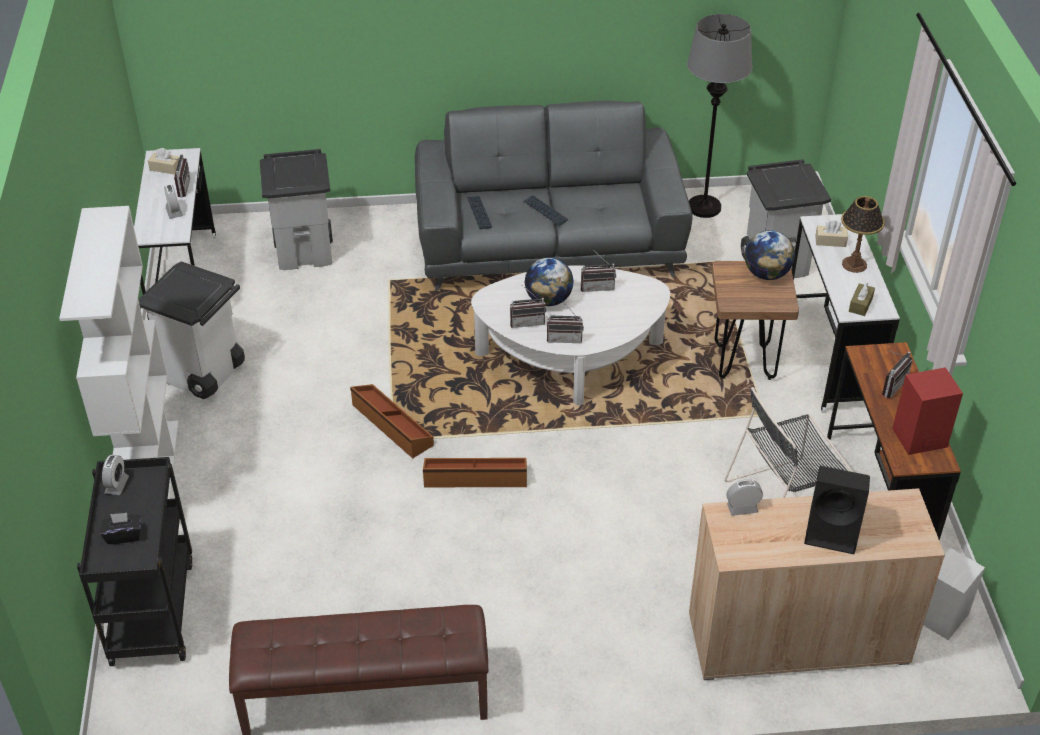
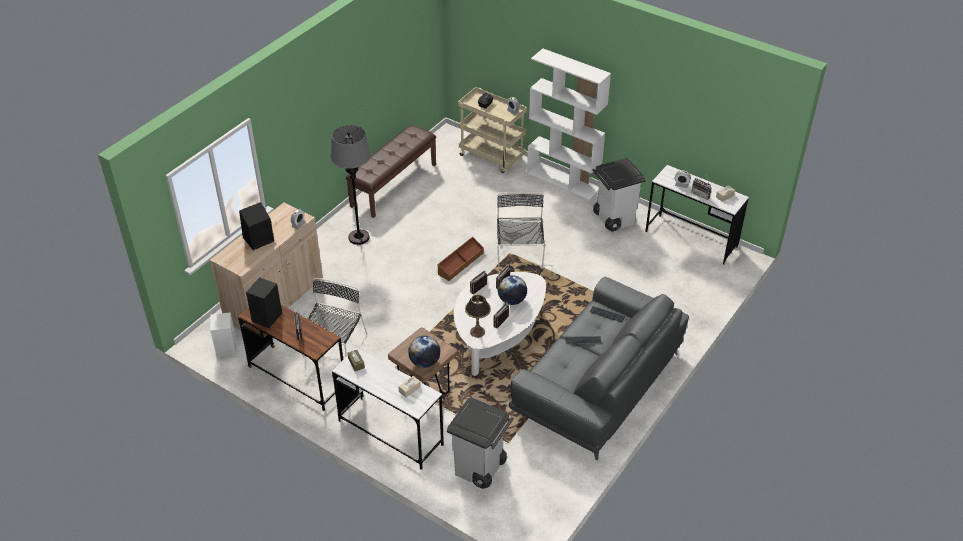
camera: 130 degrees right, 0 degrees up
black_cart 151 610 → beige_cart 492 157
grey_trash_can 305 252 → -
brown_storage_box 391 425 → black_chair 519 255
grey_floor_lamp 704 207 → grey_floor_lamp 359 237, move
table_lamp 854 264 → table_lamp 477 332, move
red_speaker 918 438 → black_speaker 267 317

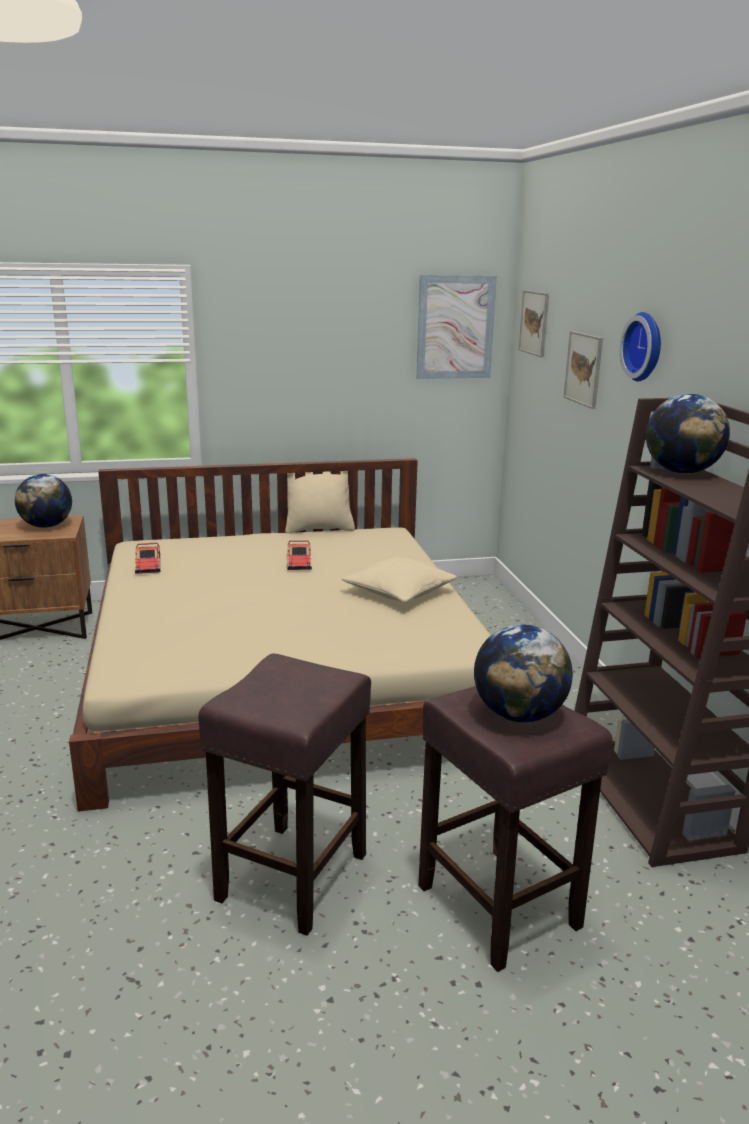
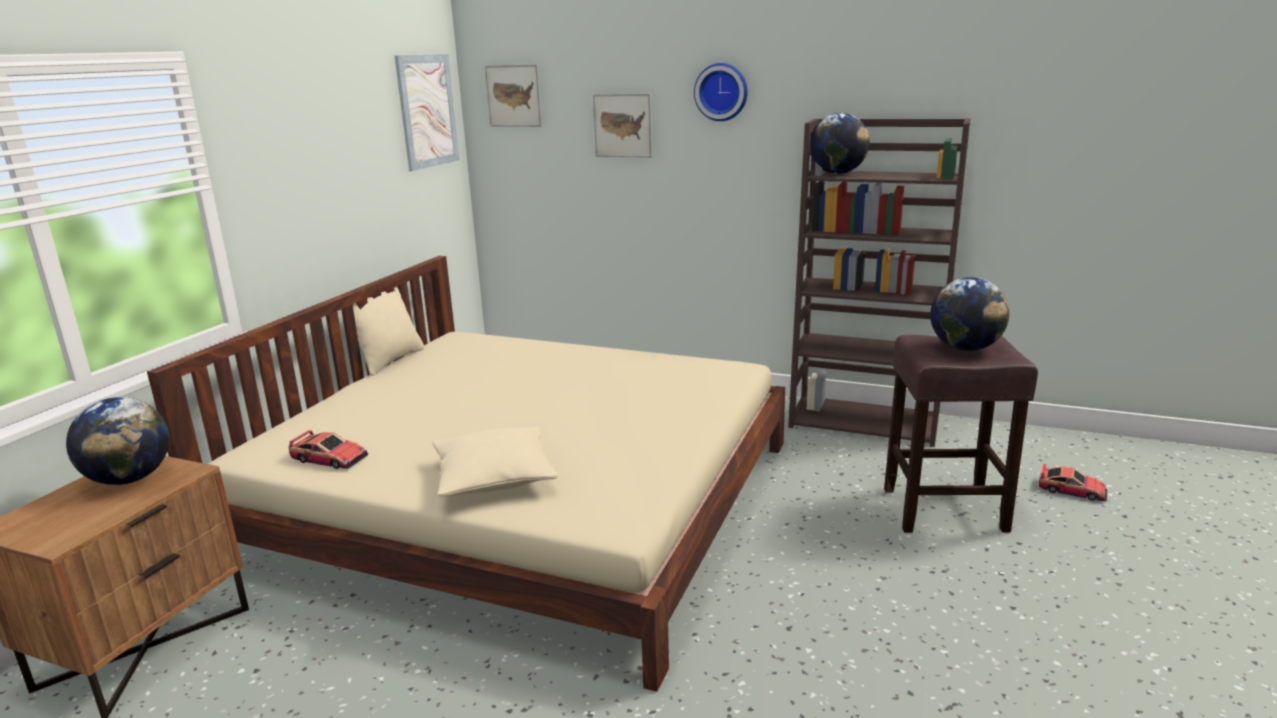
camera: 55 degrees left, 0 degrees up
brown_stool 291 878 → -
toy_car 299 562 → toy_car 1072 490, move
beige_pillow 399 592 → beige_pillow 494 477, move

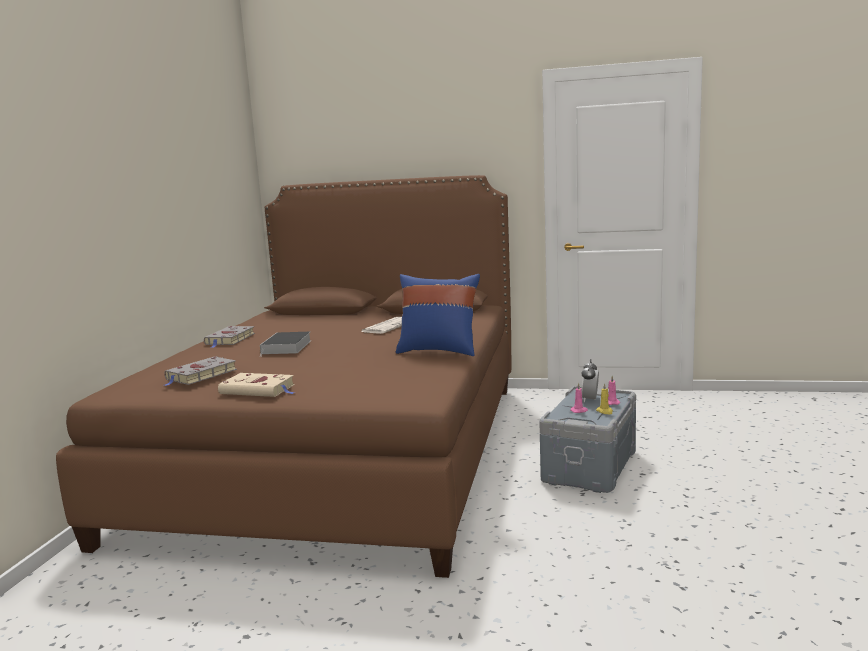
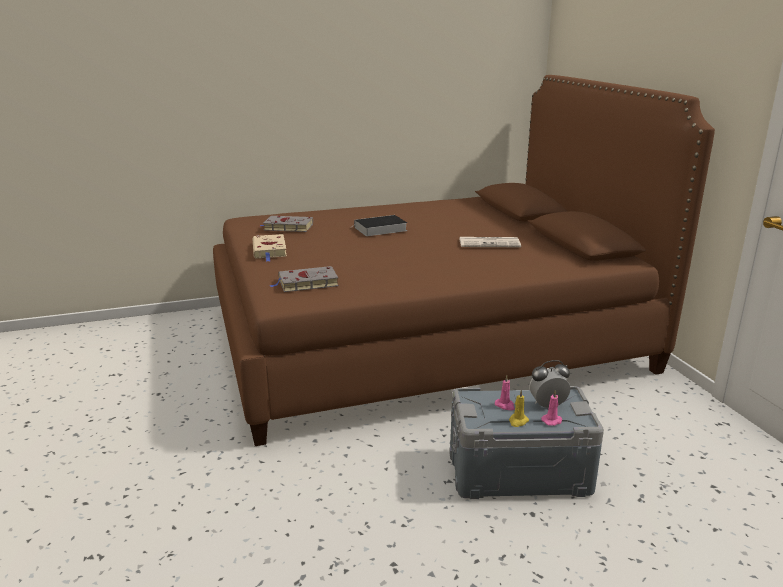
camera: 60 degrees right, 10 degrees up
grey_book 230 339 → grey_book 306 283, move
blue_pillow 439 351 → -

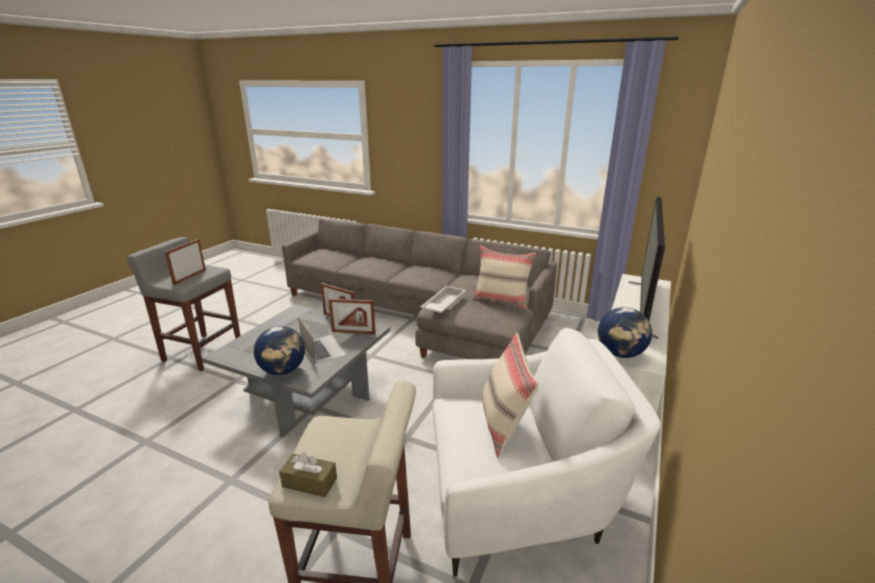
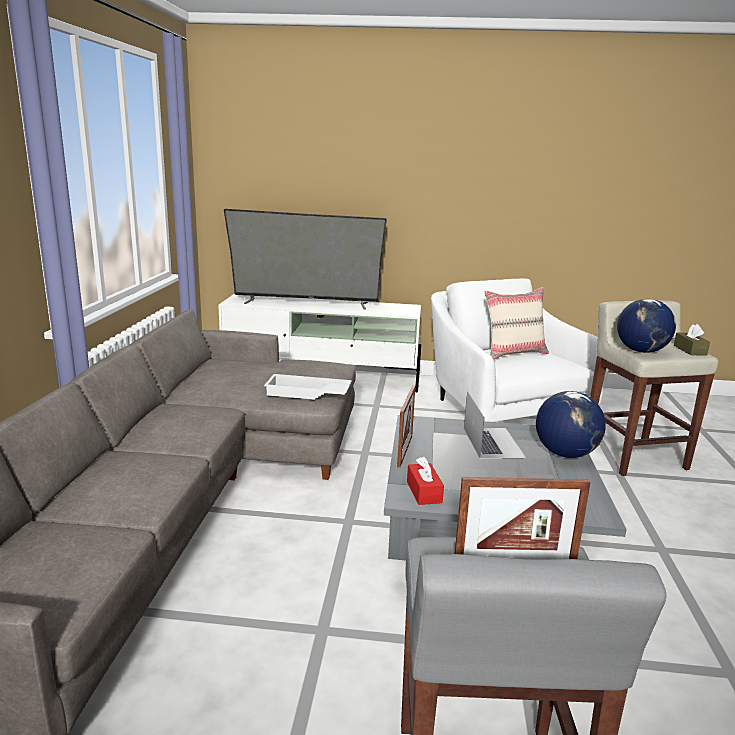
camera: 110 degrees left, 5 degrees down
laptop 323 348 → laptop 492 442, 135 degrees clockwise
picture_frame 353 332 → -
beige_pillow 501 300 → -
globe 620 354 → globe 641 351, move
- → red_tissue_box 424 492

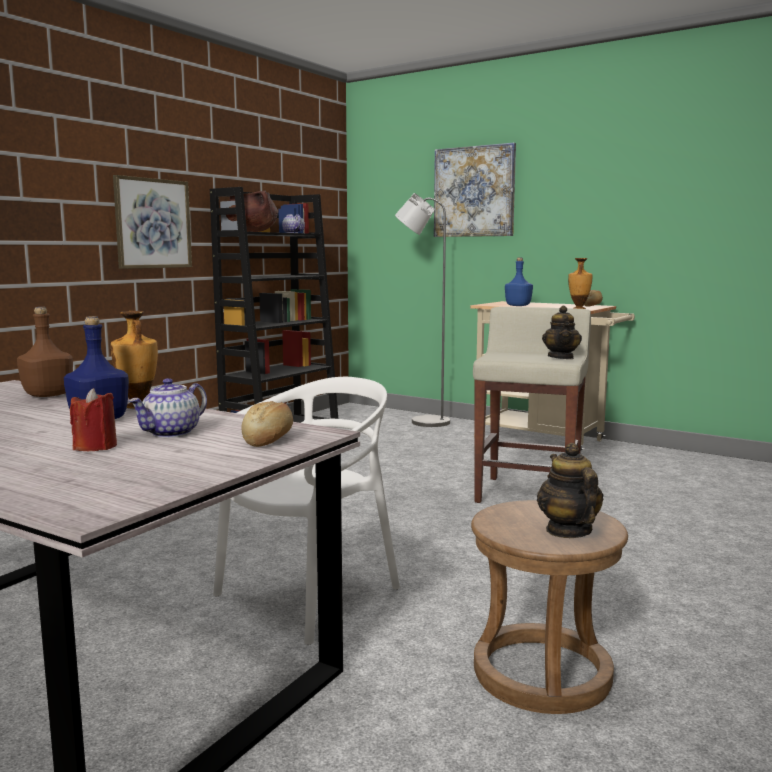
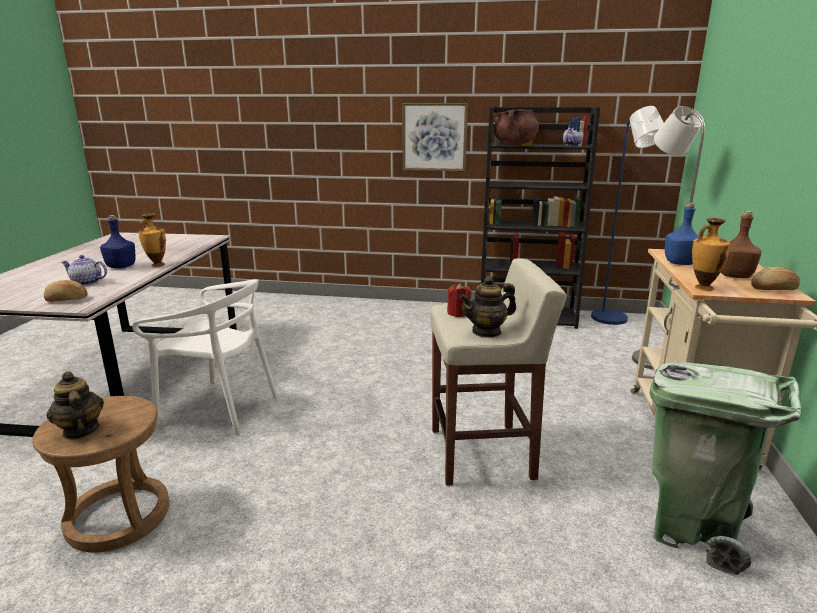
camera: 65 degrees right, 10 degrees up
brown_bottle 47 395 → brown_bottle 734 275, move
red_candle 95 447 → red_candle 458 313, move
picture 474 192 → -
teapot 568 531 → teapot 80 431, 90 degrees counterclockwise
- → blue_floor_lamp 613 320
- → green_trash_can 693 530

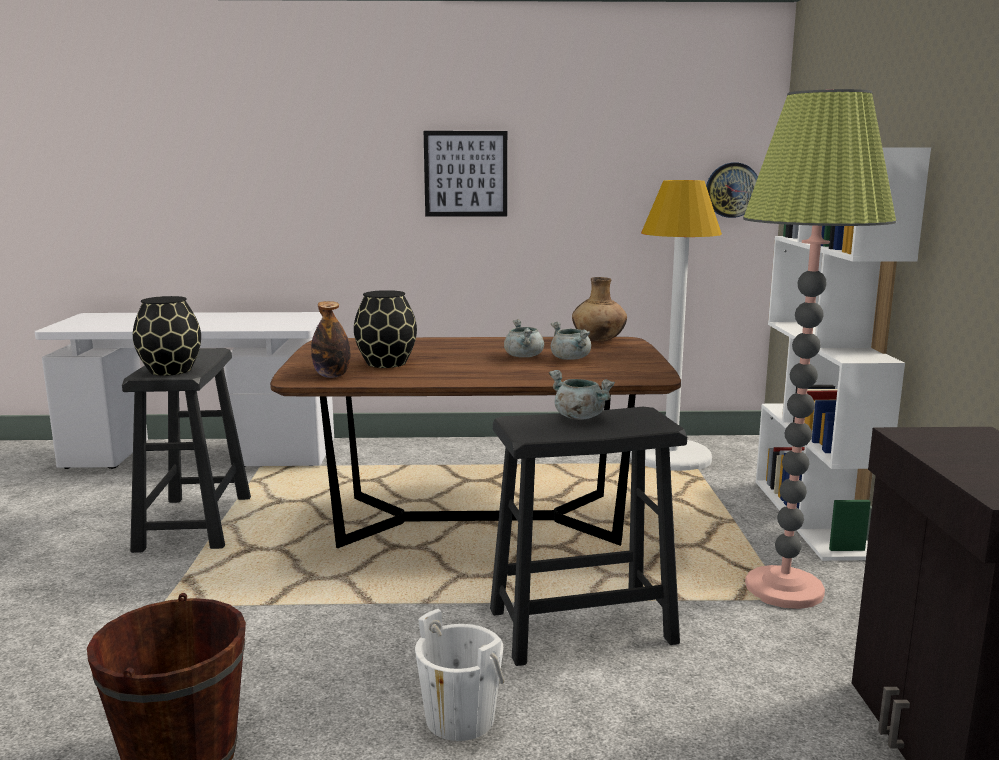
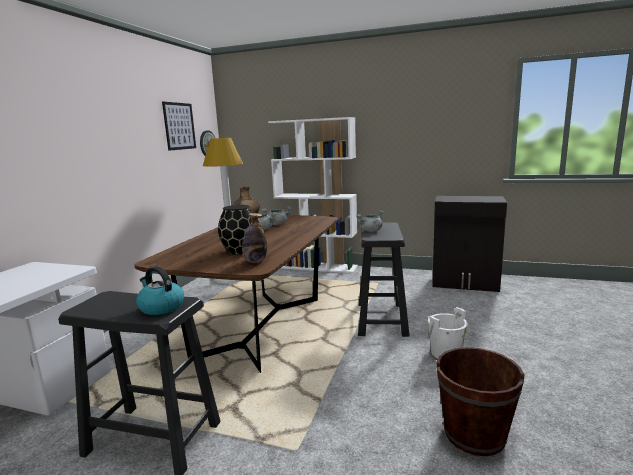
camera: 70 degrees left, 0 degrees up
black_vase 169 371 → kettle 161 307
picture 465 174 → picture 179 126, move
floor_lamp 784 589 → -

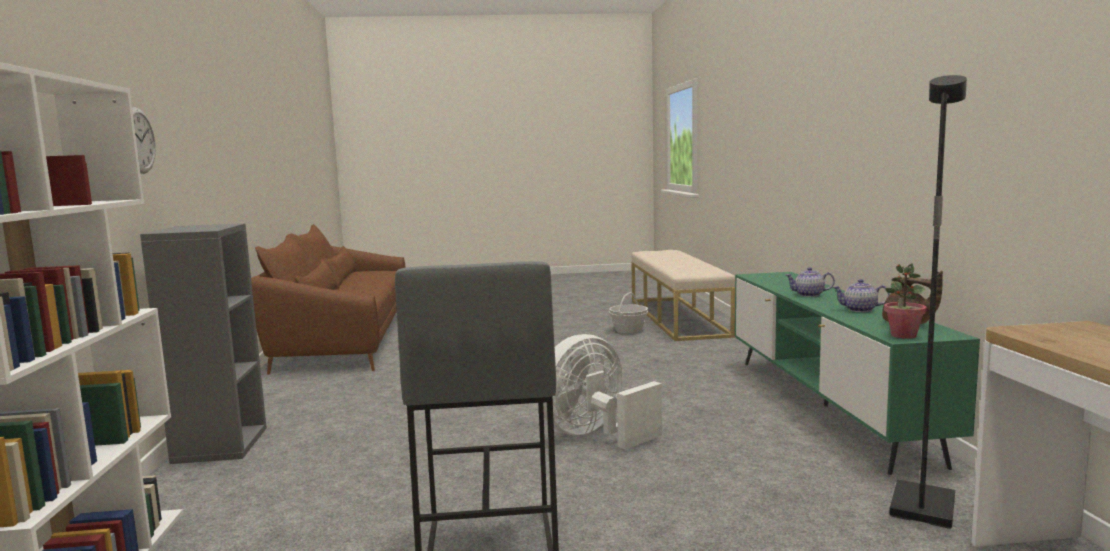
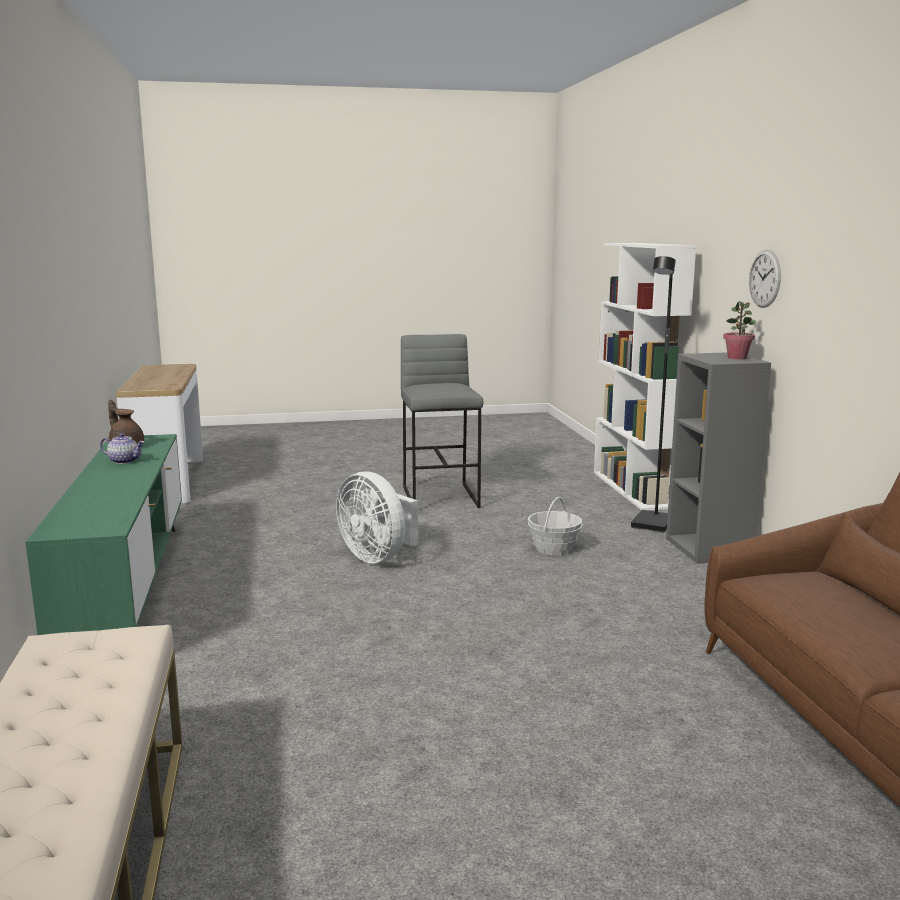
camera: 175 degrees right, 5 degrees up
white_fan 594 435 → white_fan 378 557, 90 degrees clockwise
basket 628 330 → basket 554 549, move
teapot 809 295 → -
potted_plant 903 335 → potted_plant 737 358, move
black_floor_lamp 920 506 → black_floor_lamp 653 524, move

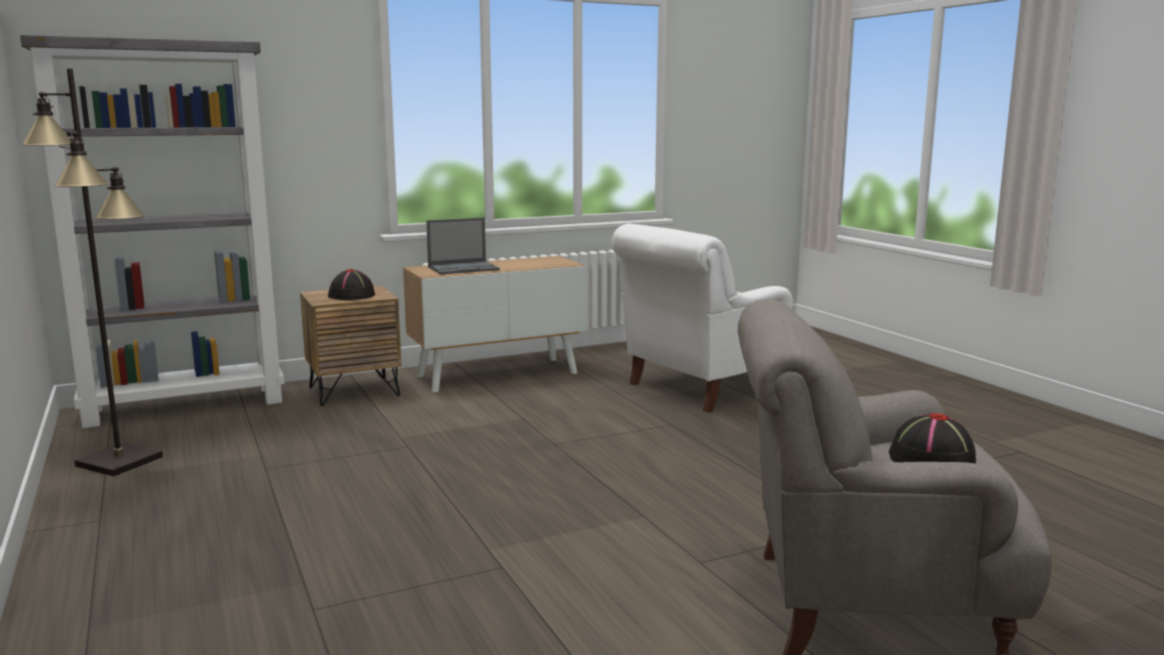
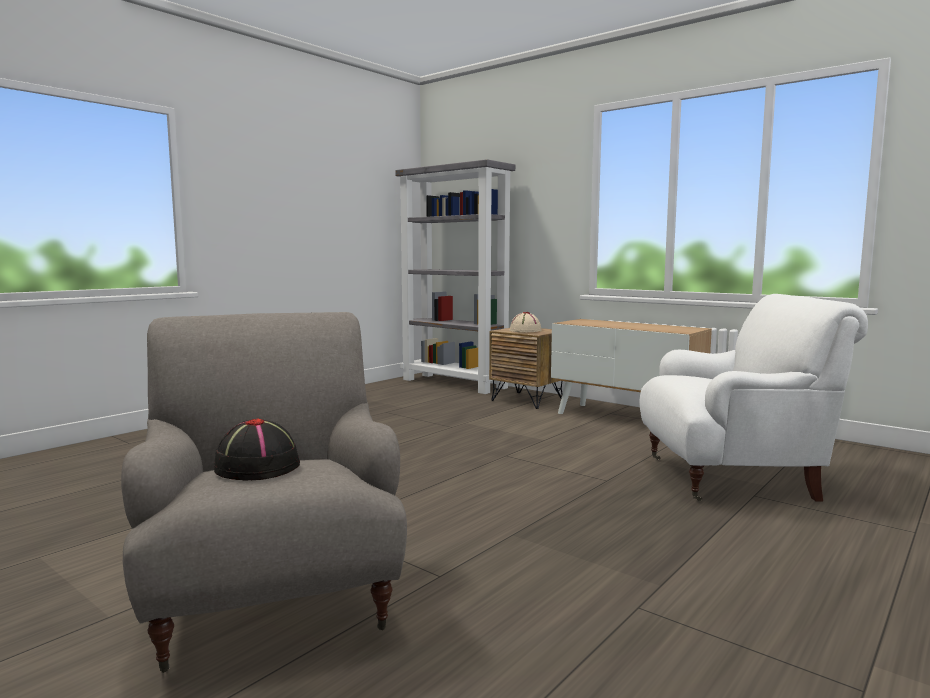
camera: 65 degrees right, 5 degrees down
black_floor_lamp 119 461 → -
black_hat 352 296 → beige_hat 525 331
laptop 464 268 → -
white_armchair 704 388 → white_armchair 733 478, 150 degrees clockwise

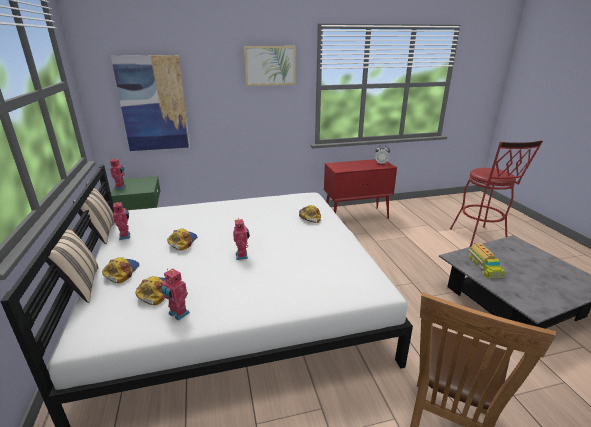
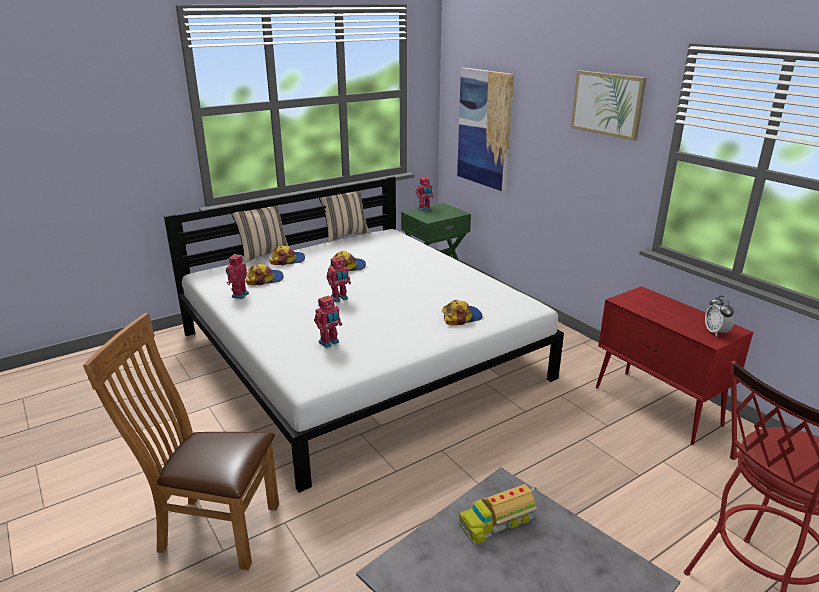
camera: 70 degrees right, 0 degrees up
toy_robot 126 236 → toy_robot 329 343, move

